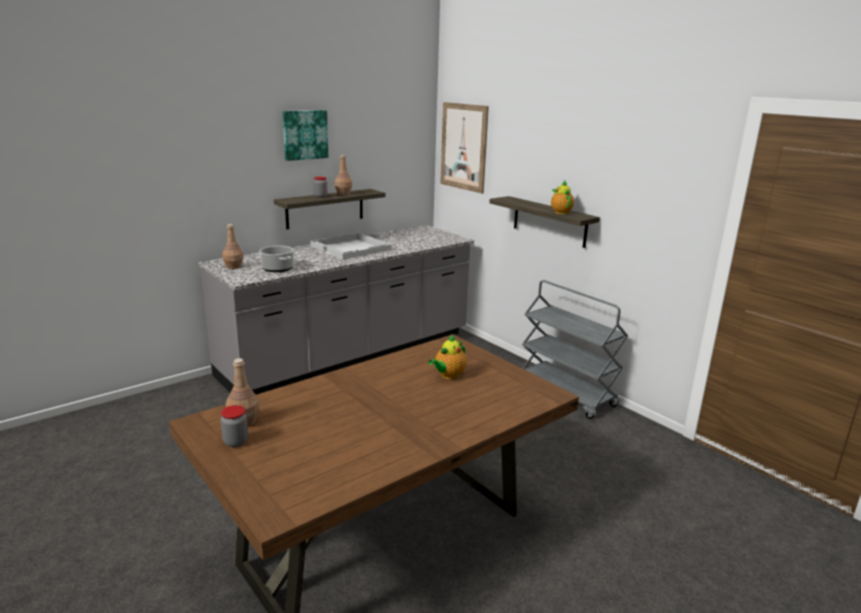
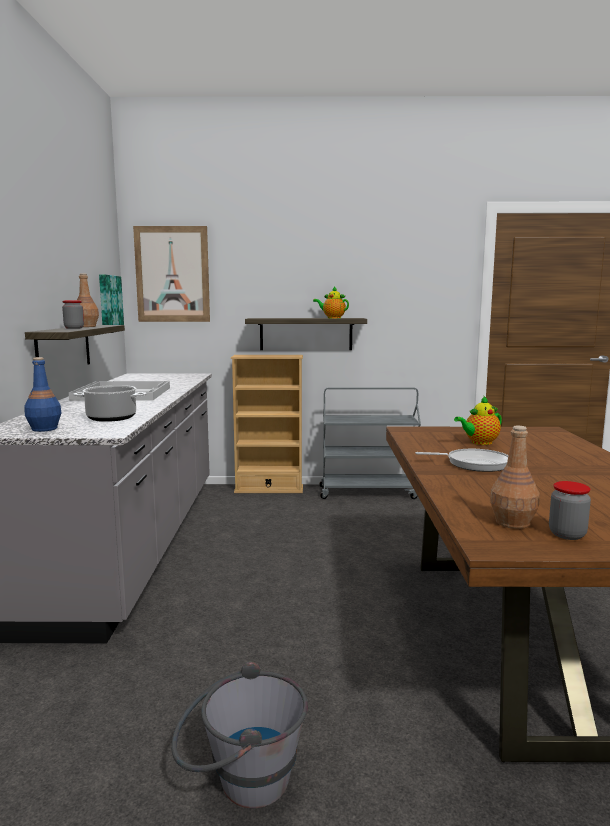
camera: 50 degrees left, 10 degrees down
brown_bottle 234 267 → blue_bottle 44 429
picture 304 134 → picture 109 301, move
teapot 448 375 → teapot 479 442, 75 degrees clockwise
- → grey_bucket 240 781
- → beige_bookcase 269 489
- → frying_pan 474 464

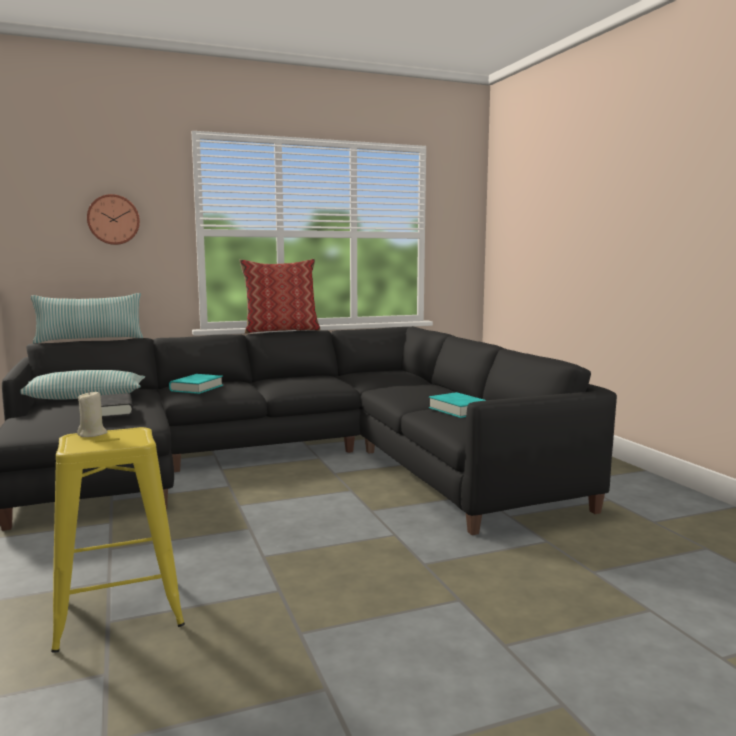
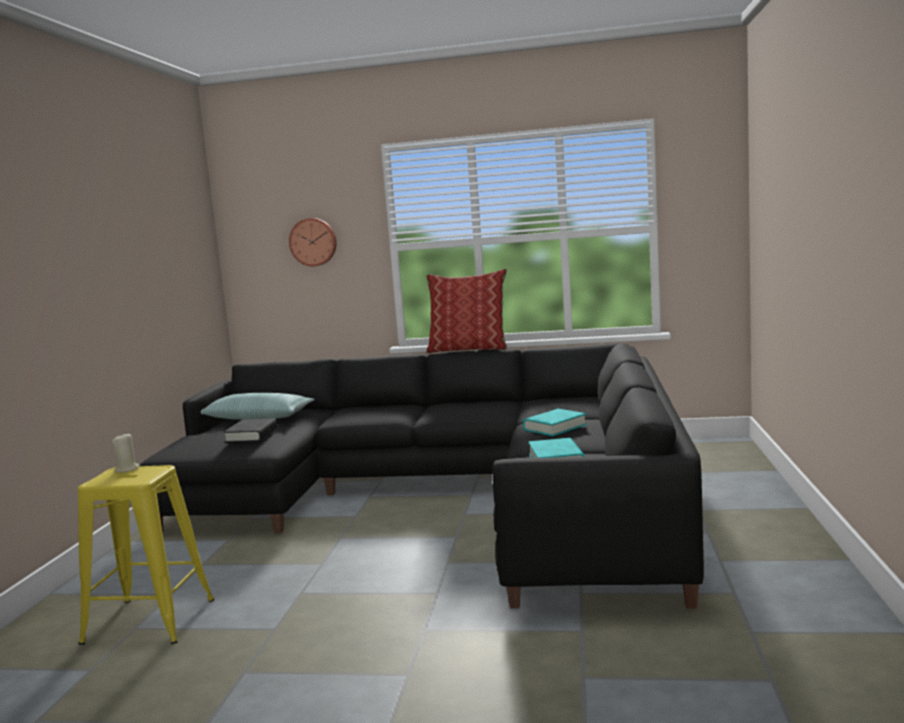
camera: 30 degrees right, 0 degrees up
pillow 90 340 → -
turquoise_book 196 388 → turquoise_book 555 427, move

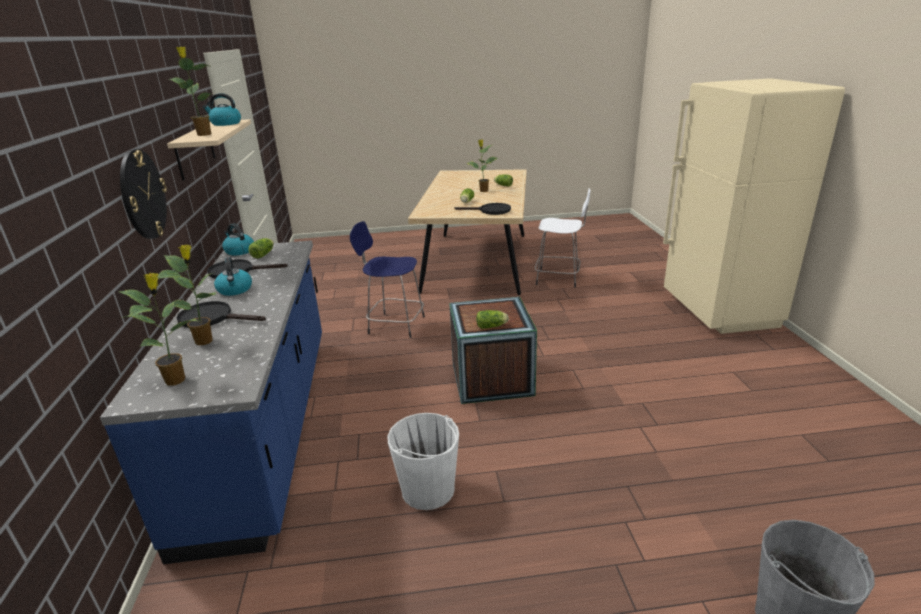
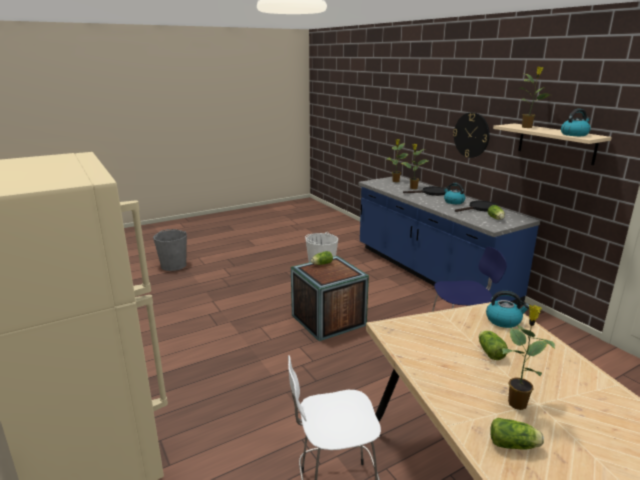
camera: 155 degrees right, 5 degrees down
kettle 239 251 → kettle 504 320, move
black_frying_pan 490 211 → -

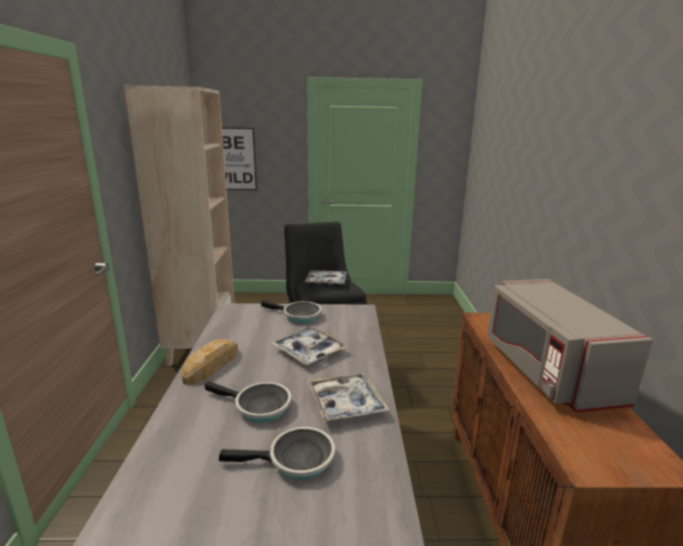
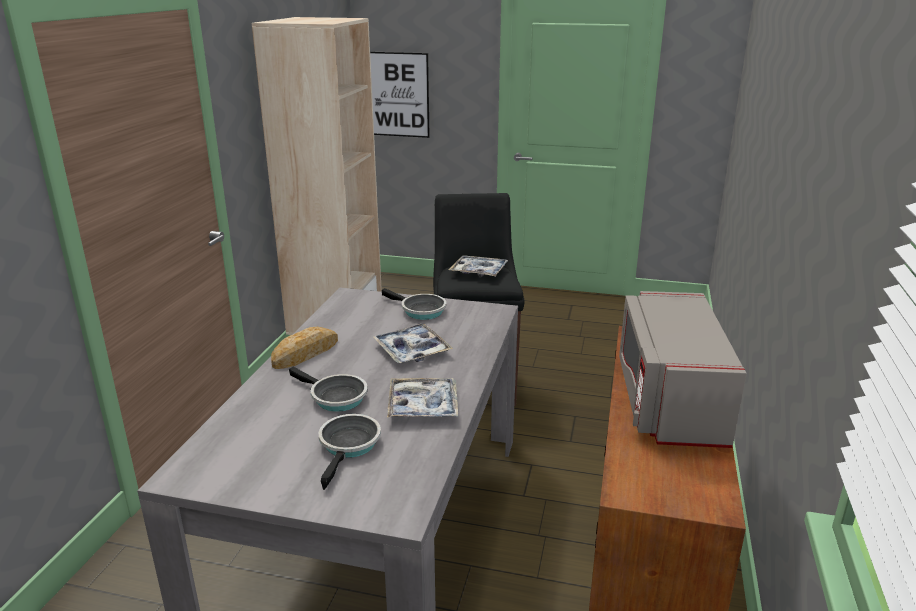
camera: 15 degrees right, 5 degrees up
frying_pan 296 461 → frying_pan 349 446, 90 degrees counterclockwise

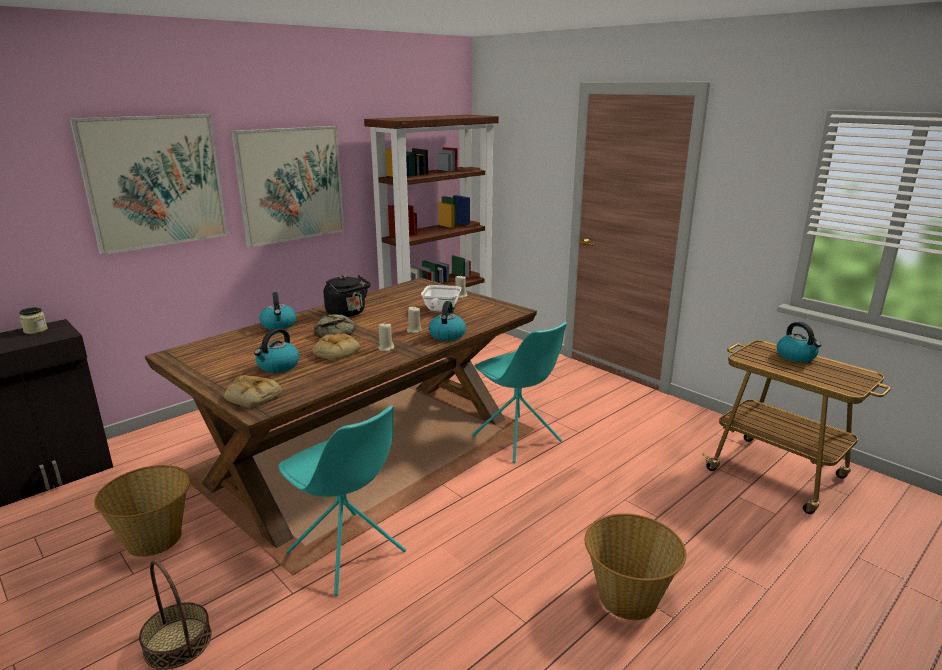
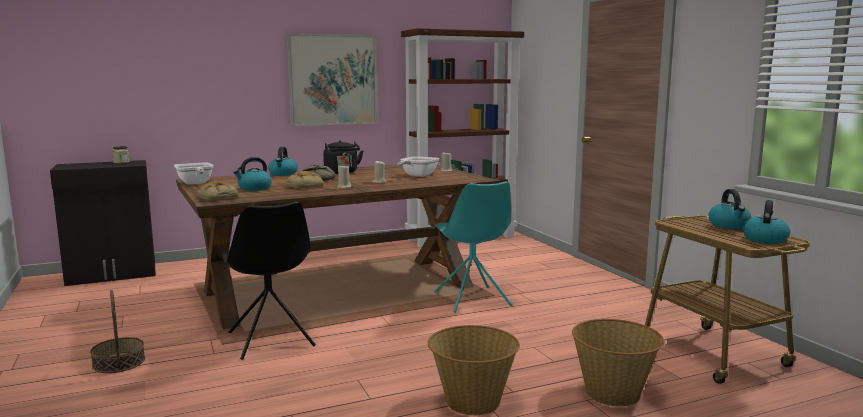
camera: 20 degrees right, 10 degrees down
picture 155 182 → -
basket 155 539 → basket 613 393, move
turquoise_chair 347 553 → black_chair 271 340
kettle 447 335 → kettle 764 239, move
- → frying_pan 195 183

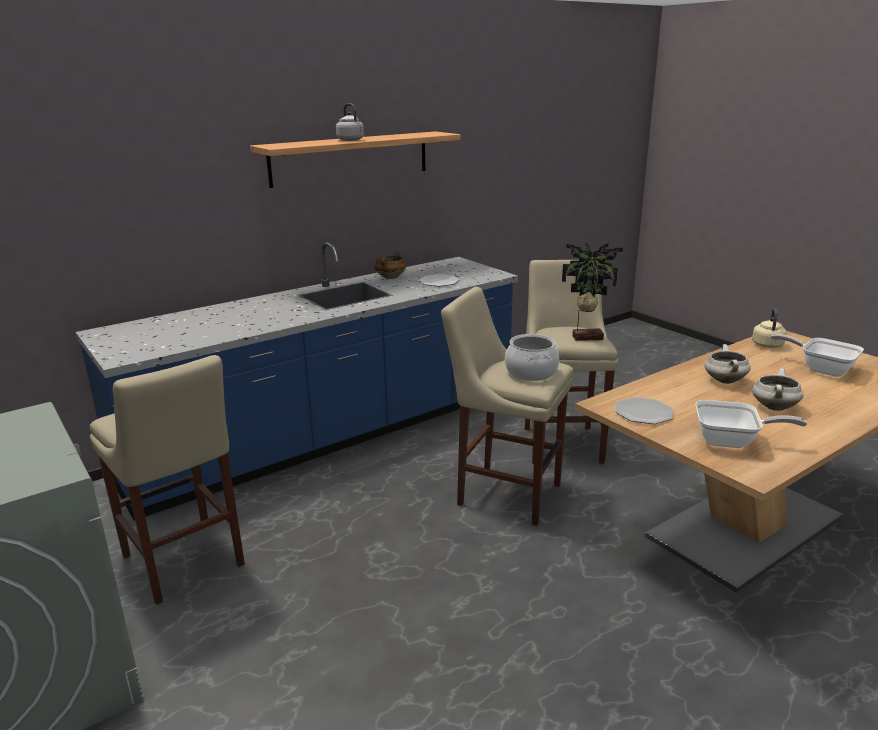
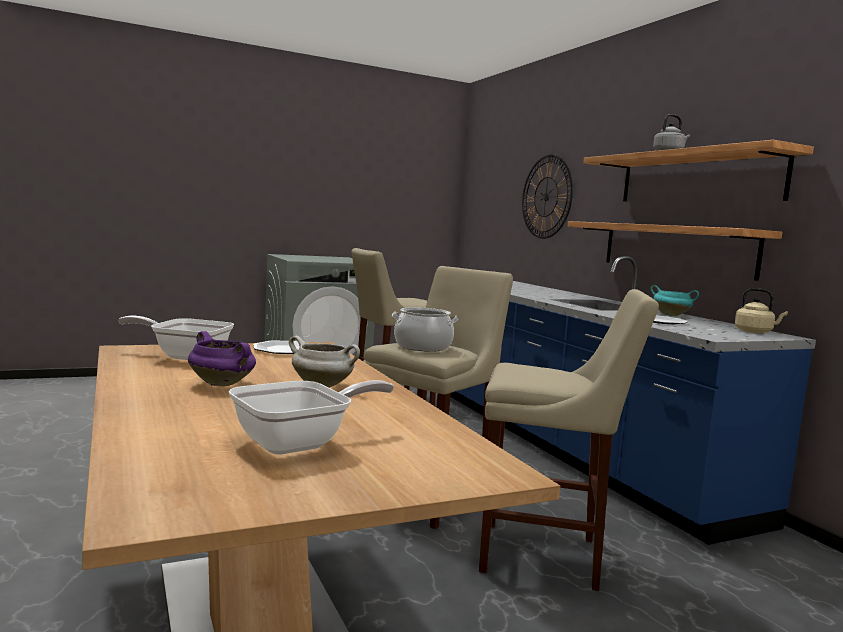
camera: 100 degrees right, 15 degrees down
brown_cooking_pot 390 277 → turquoise_cooking_pot 671 315
potted_plant 586 337 → -
frying_pan 732 441 → frying_pan 185 356, 75 degrees clockwise
beige_kettle 767 344 → beige_kettle 755 332, move
white_cooking_pot 773 407 → purple_cooking_pot 223 384
- → wall_clock 546 197
- → shelf 675 248

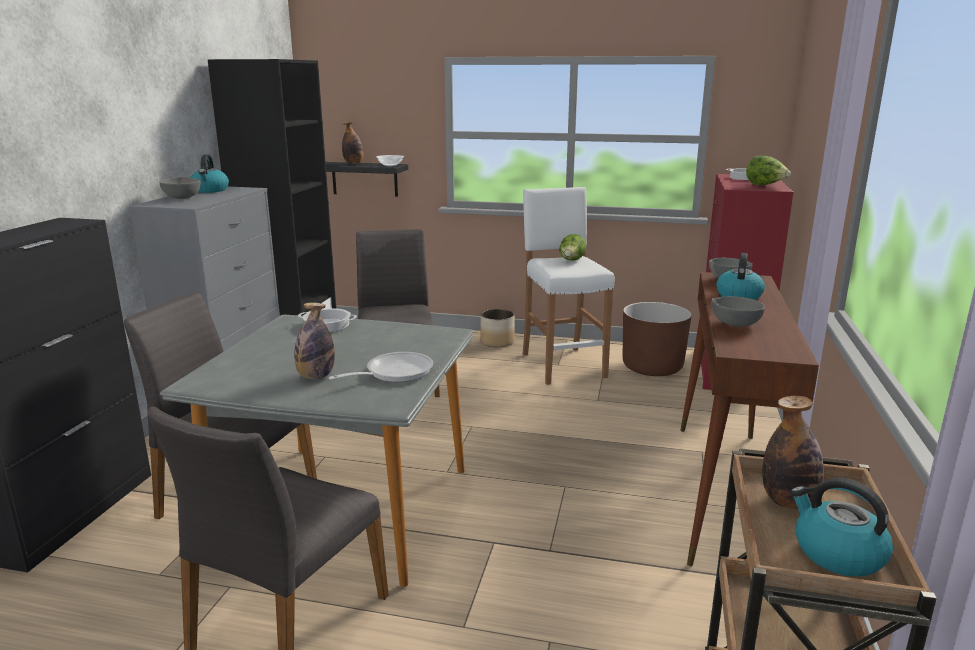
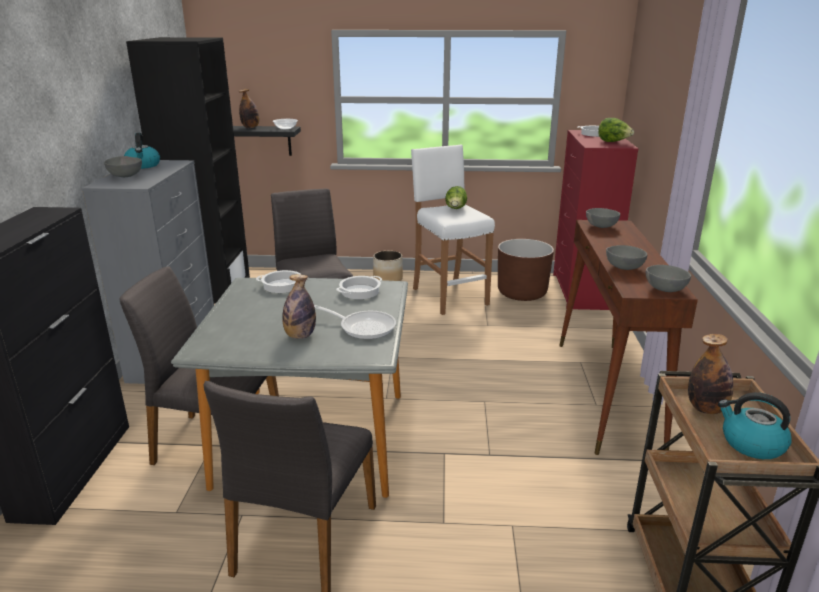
camera: 10 degrees left, 5 degrees up
frying_pan 394 373 → frying_pan 363 327, 75 degrees clockwise
kettle 738 295 → -
- → cooking_pot 360 291
- → grey_bowl 663 289

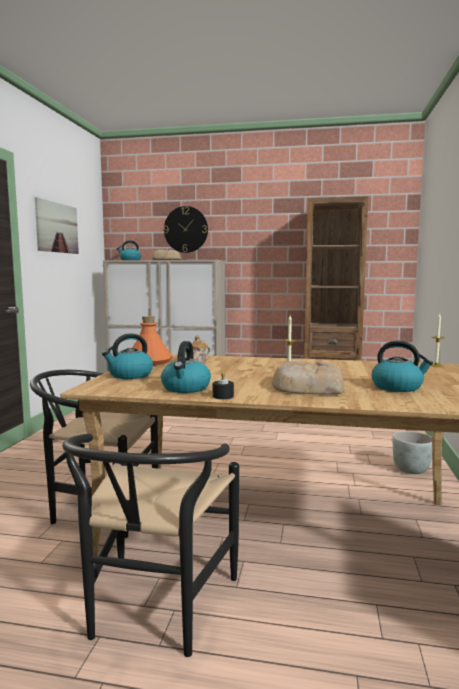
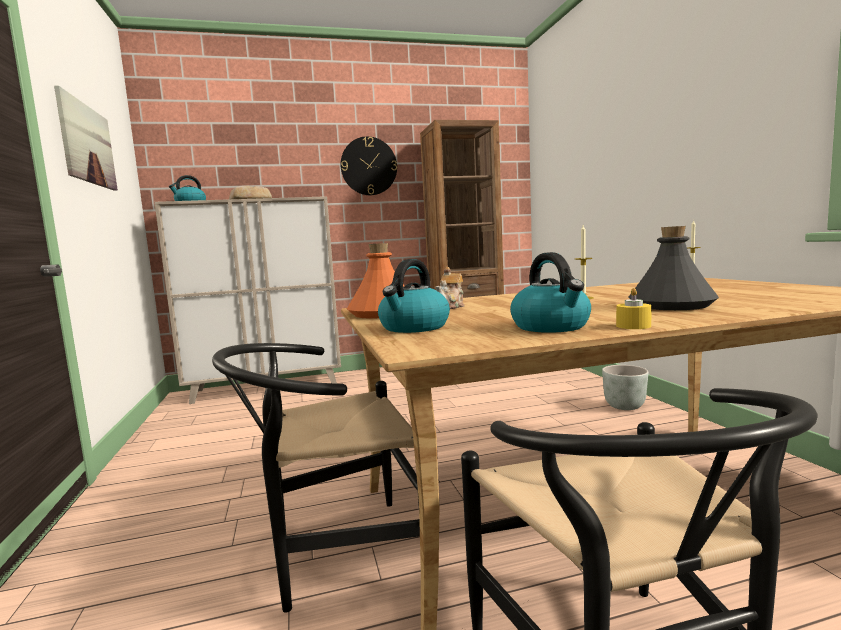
camera: 25 degrees left, 0 degrees up
wall_clock 186 229 → wall_clock 369 166, move
black_candle 223 396 → yellow_candle 633 326
bread 307 386 → grey_bottle 670 305
kettle 398 387 → -

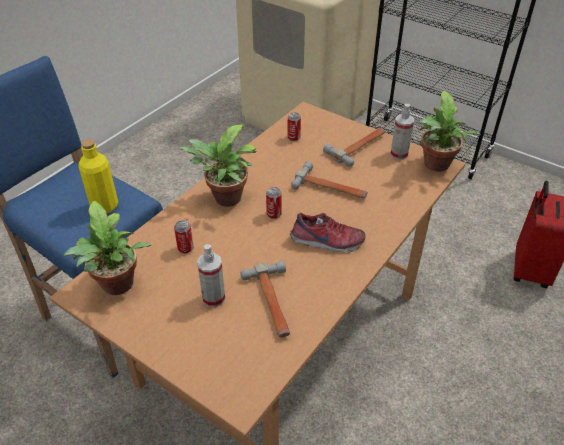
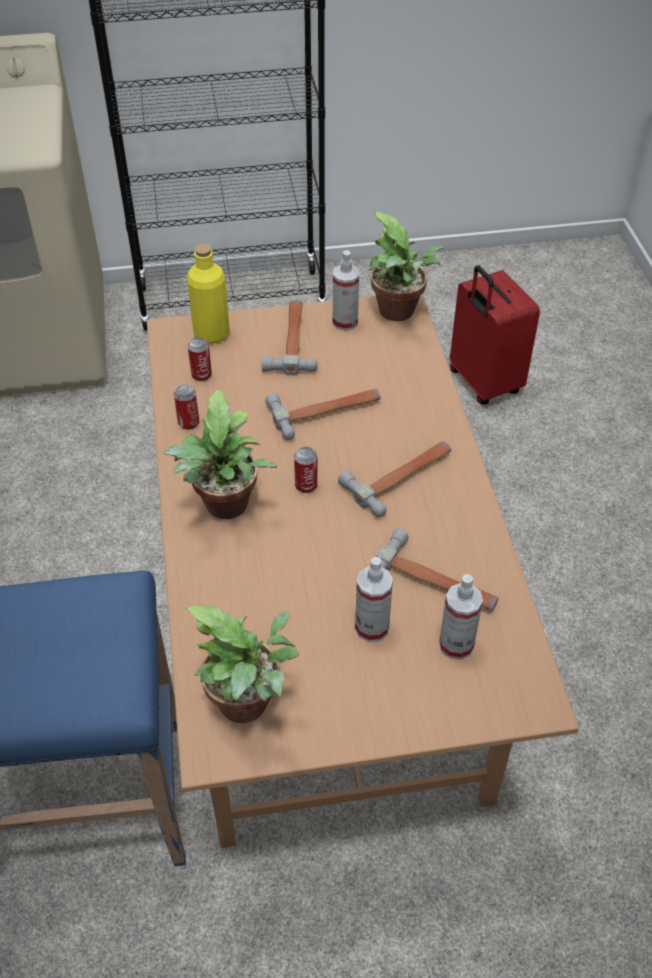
camera: 45 degrees left, 5 degrees up
yellow_bottle 104 206 → yellow_bottle 211 334, move
can 185 248 → can 188 423, move
shoe 326 242 → hammer 402 477
- → spray_bottle 456 645

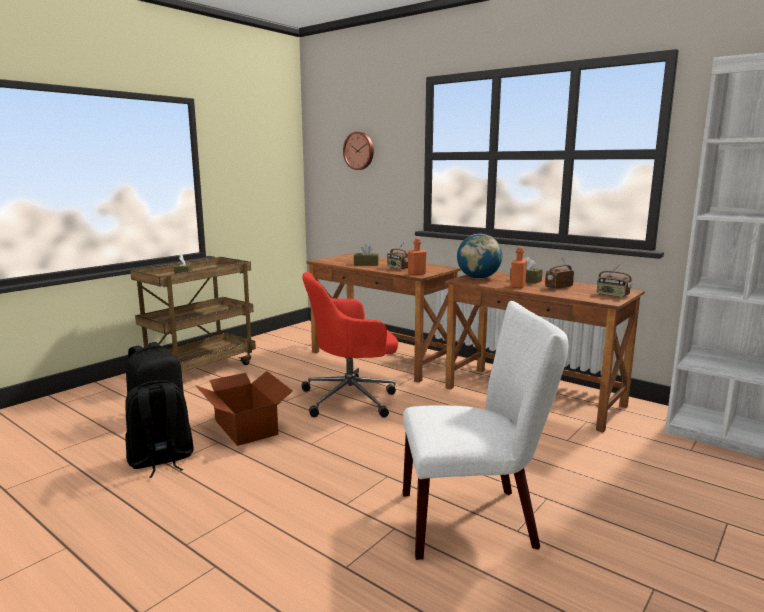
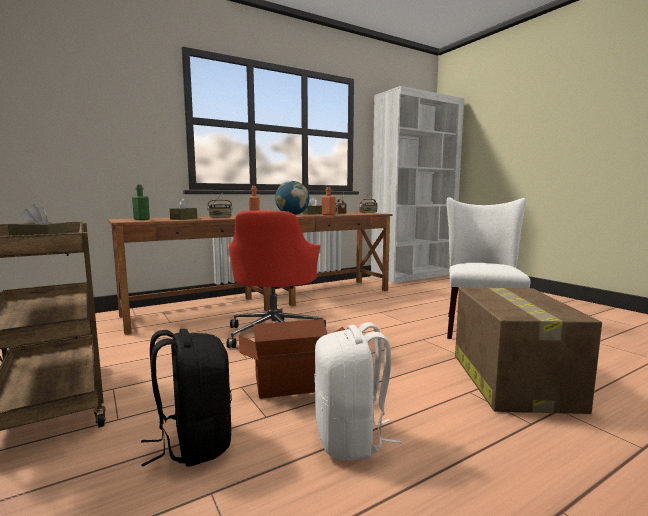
camera: 70 degrees left, 5 degrees down
black_backpack 161 461 → white_backpack 350 439
wall_clock 359 151 → -
- → green_bottle 141 219
- → cardboard_box 511 380

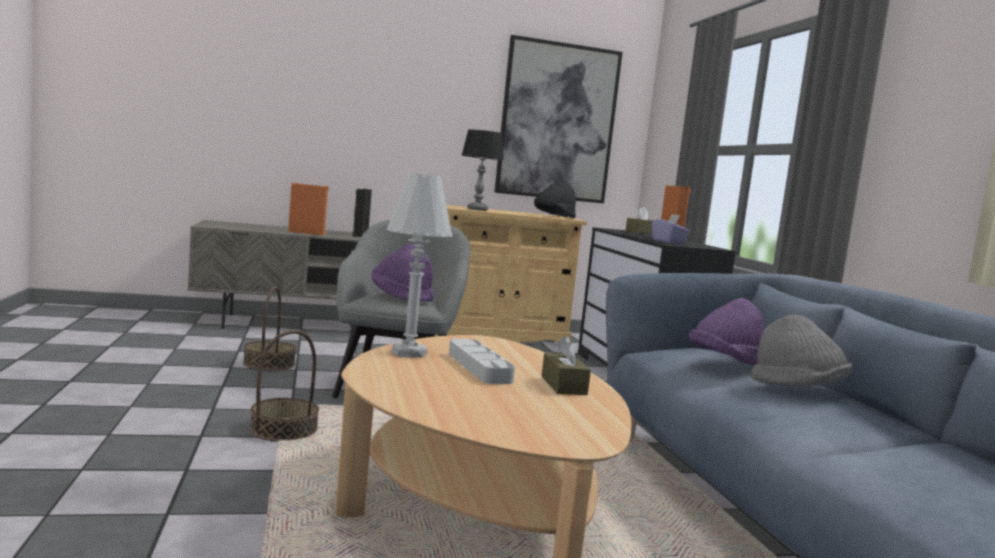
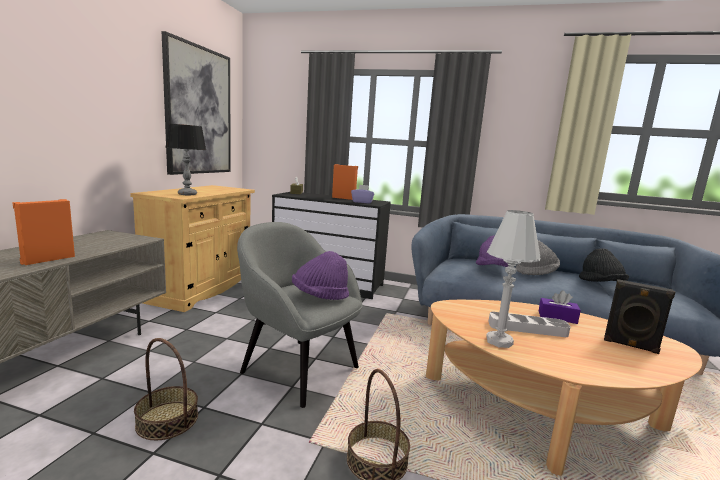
camera: 60 degrees left, 5 degrees up
black_speaker 359 235 → black_speaker 630 345, move
black_hat 554 217 → black_hat 600 284, move
brown_tissue_box 563 385 → purple_tissue_box 557 317

